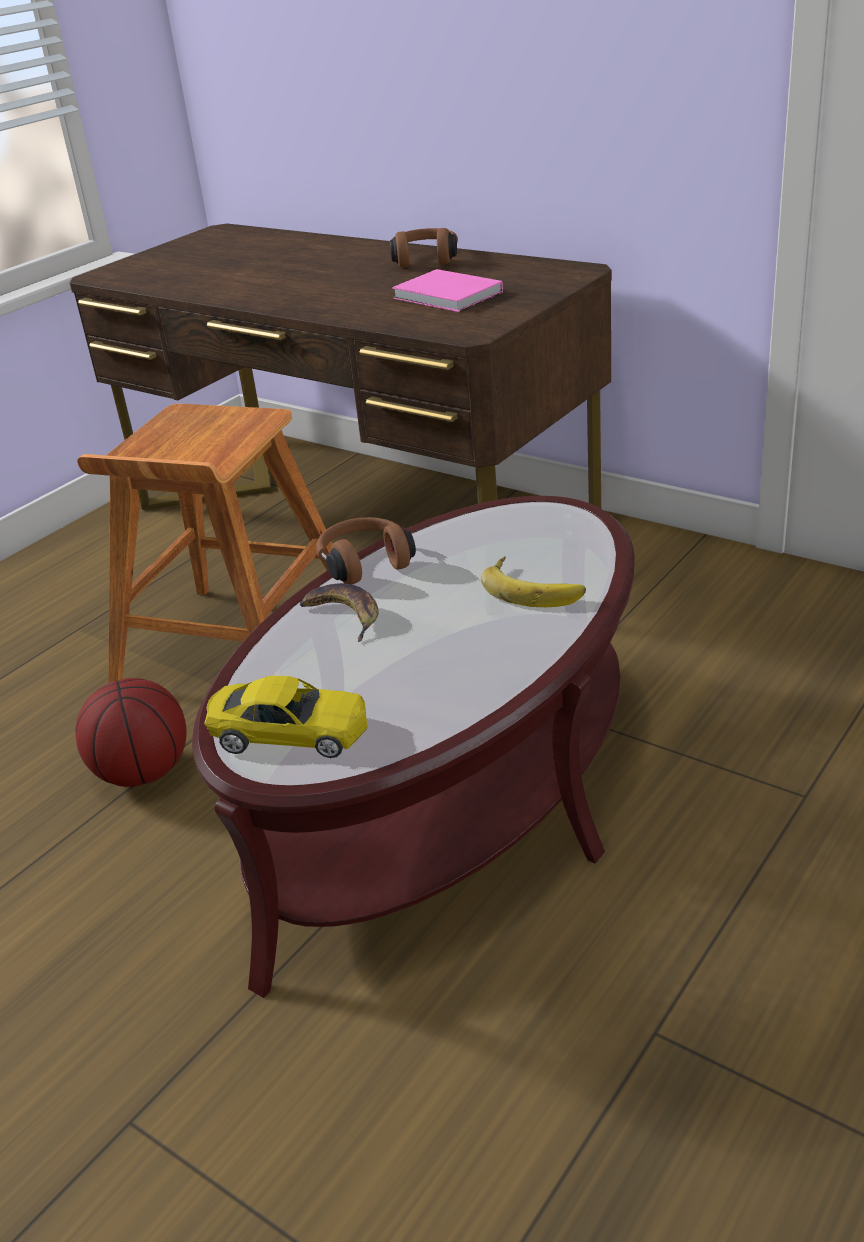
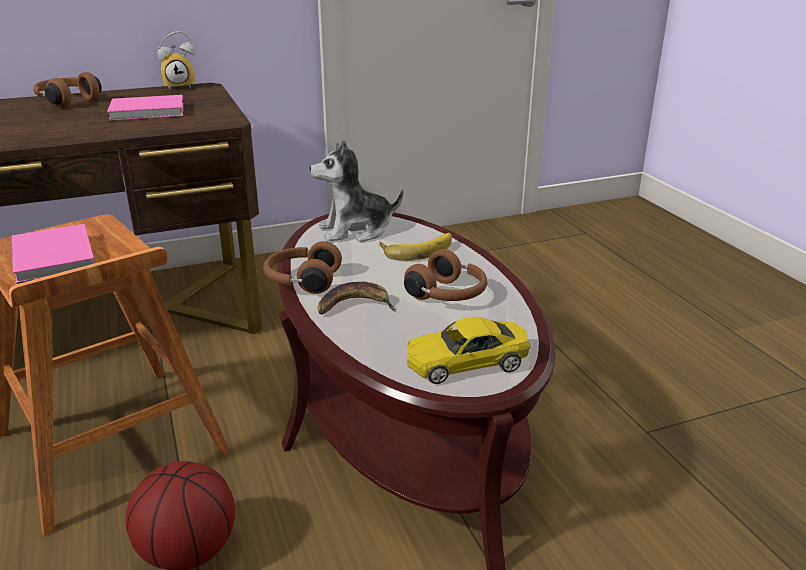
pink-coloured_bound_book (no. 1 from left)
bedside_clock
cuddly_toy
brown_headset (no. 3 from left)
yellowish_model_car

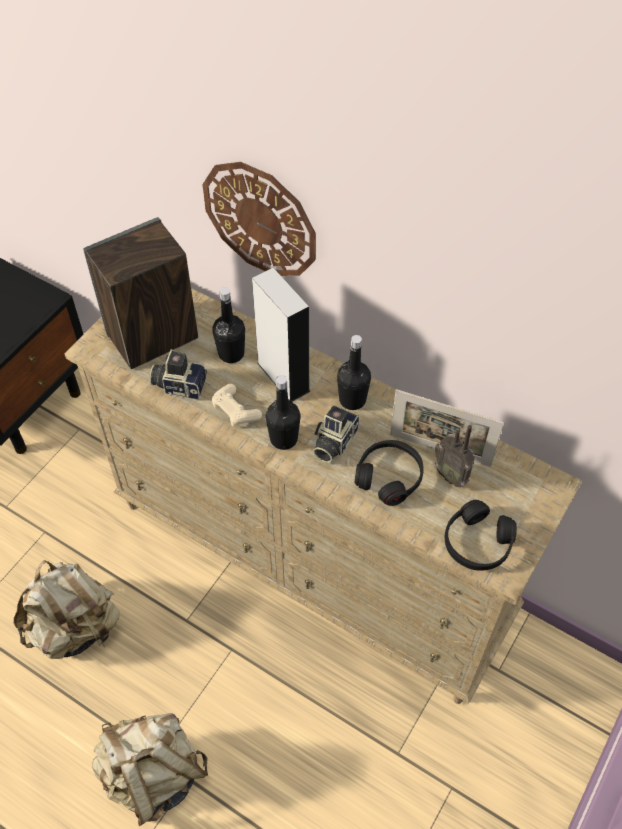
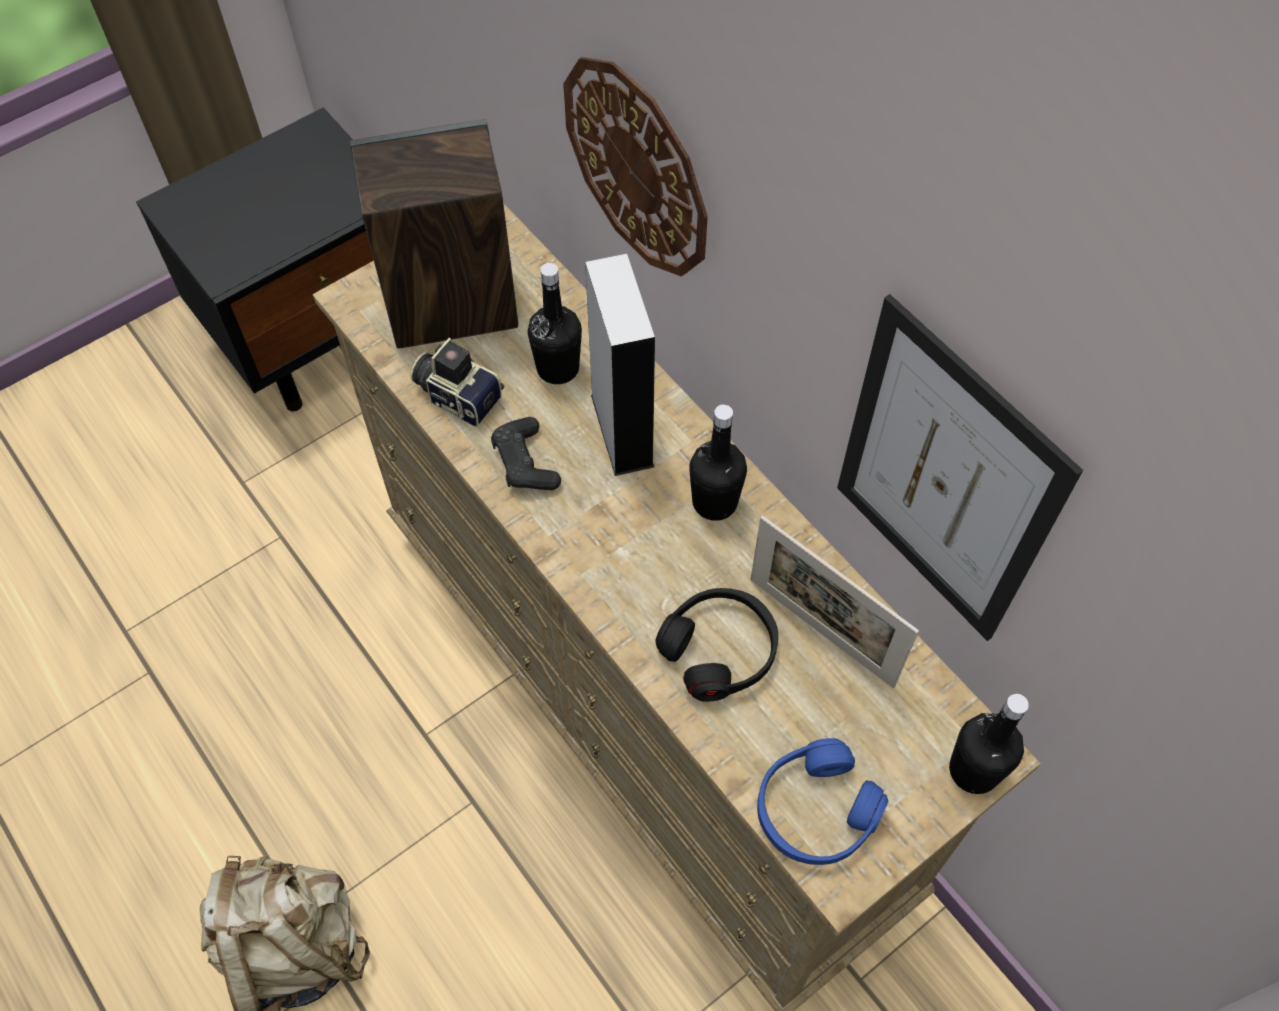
black_joypad
bluish_headset
picture
black_drink_bottle (no. 3 from left)
sand-coloured_backpack (no. 1 from left in the first image)
photo_camera (no. 2 from left in the first image)
radio_receiver

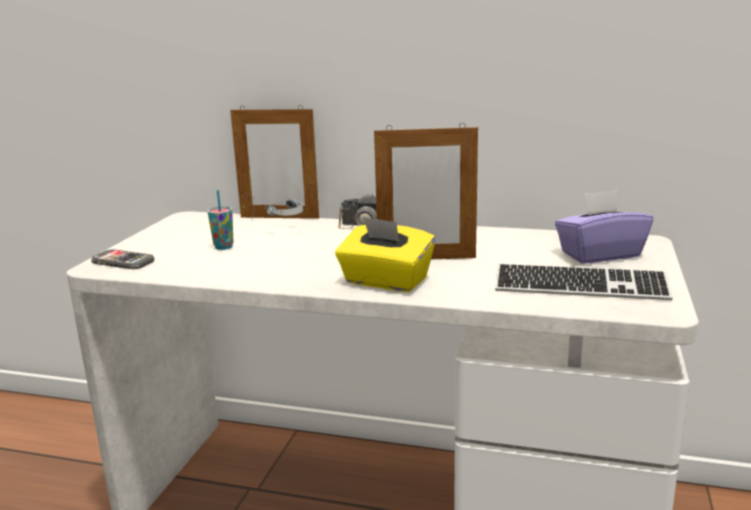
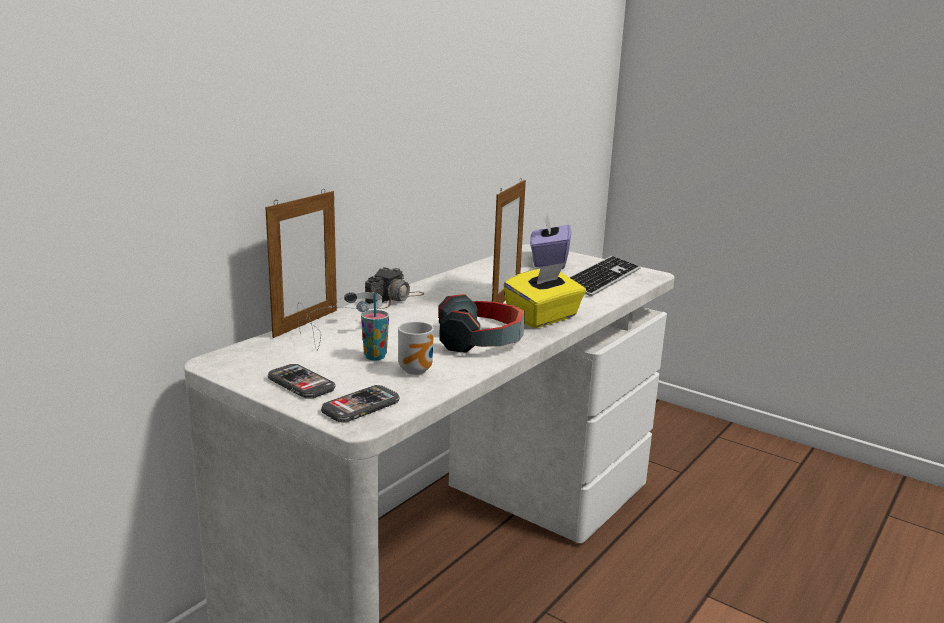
telephone (no. 1 from left)
mug
headset (no. 2 from left)

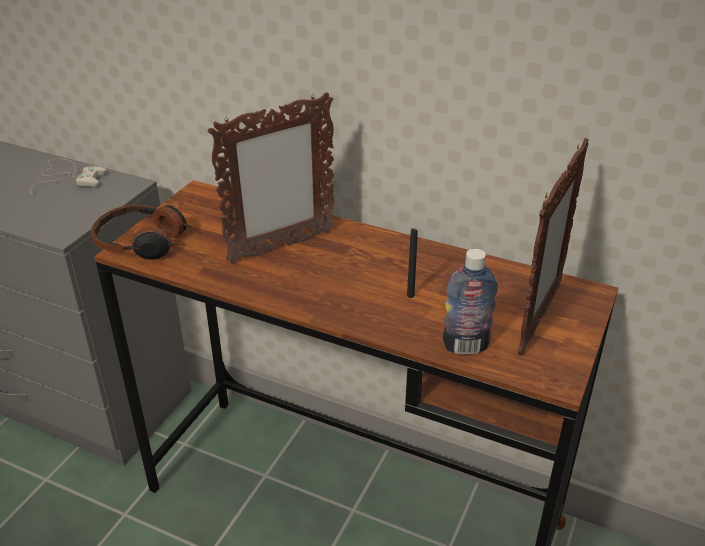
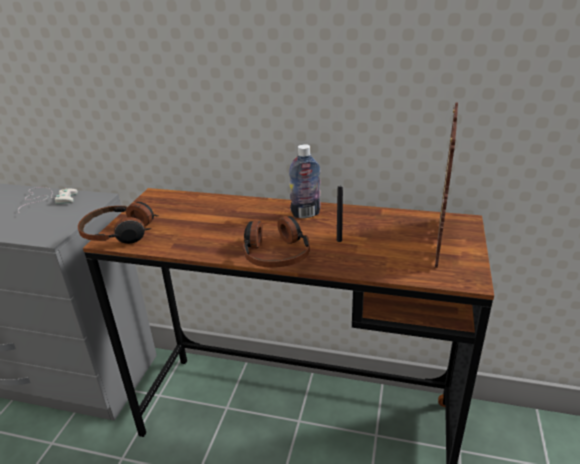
headset (no. 2 from left)
drink_bottle
photo_frame (no. 1 from left in the first image)

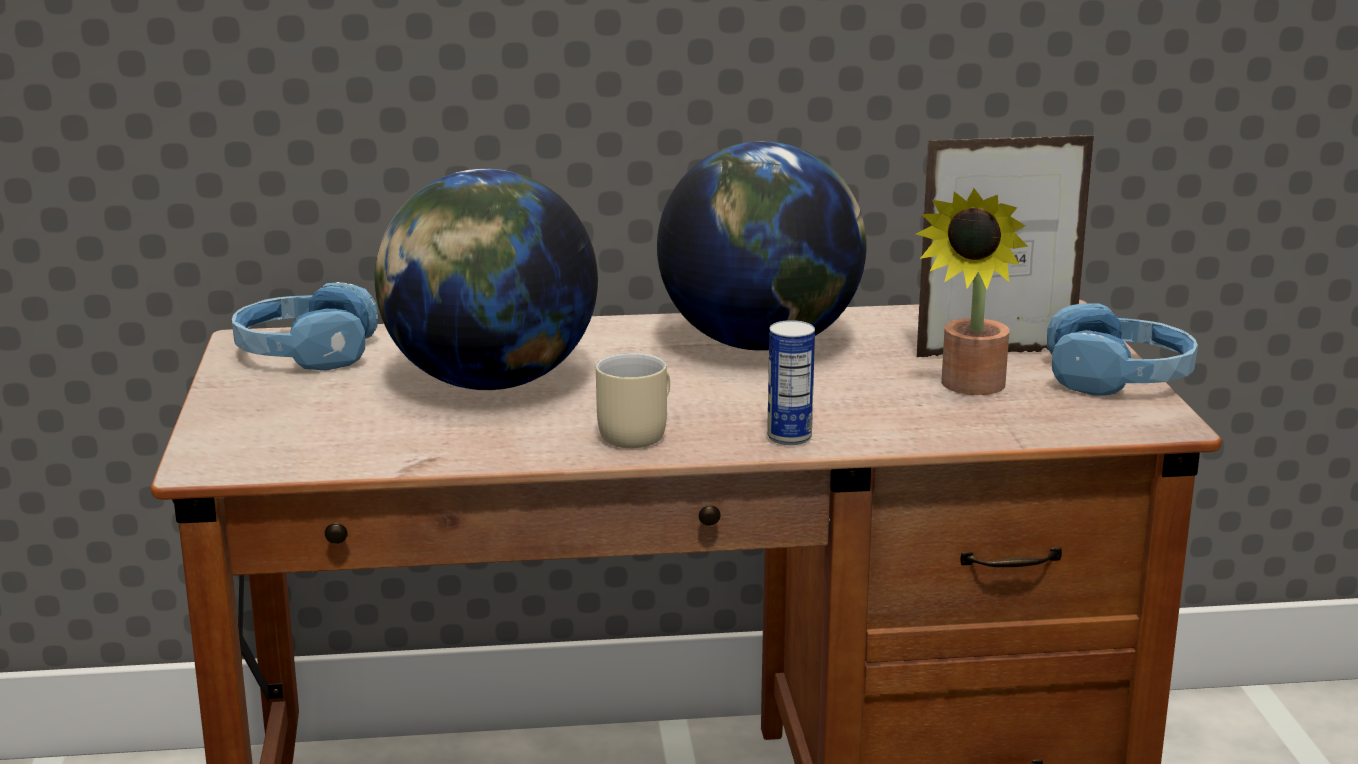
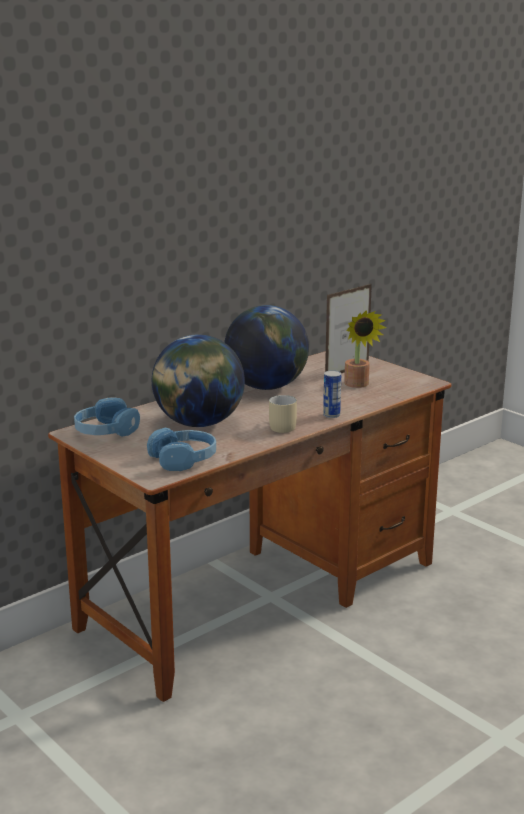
bluish_headset (no. 2 from left)

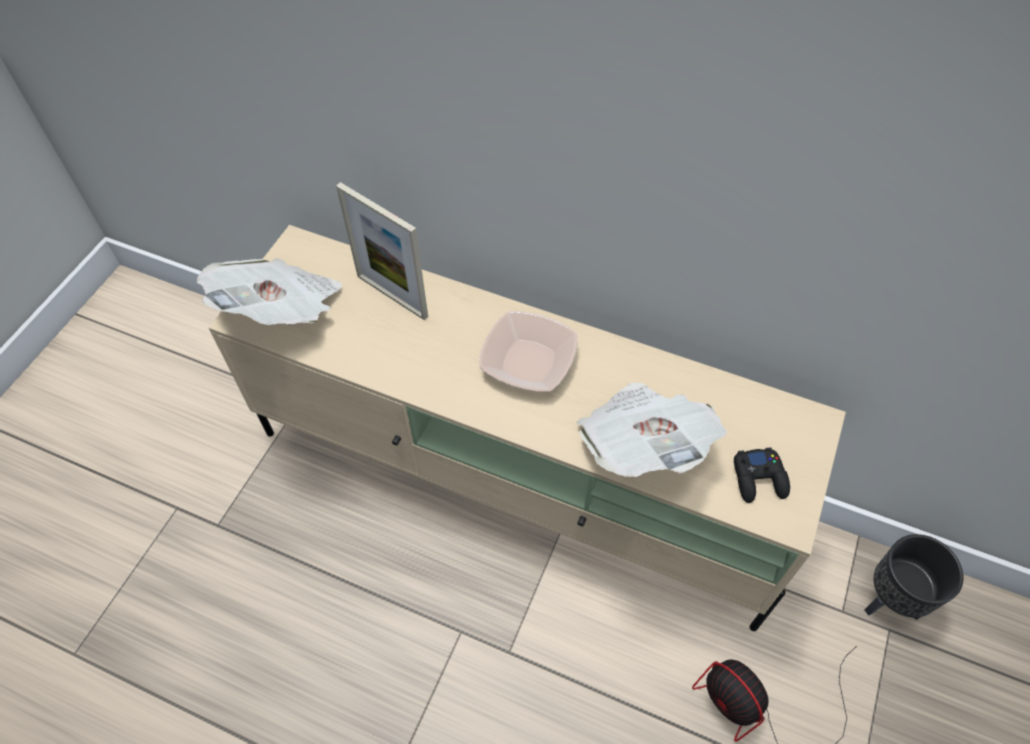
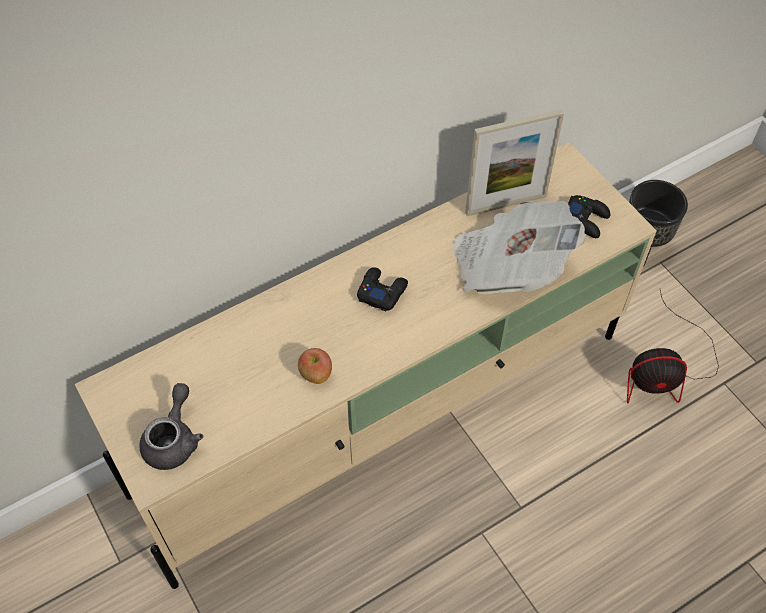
grey_tea_pot
apple
black_joypad (no. 1 from left)
photo_frame

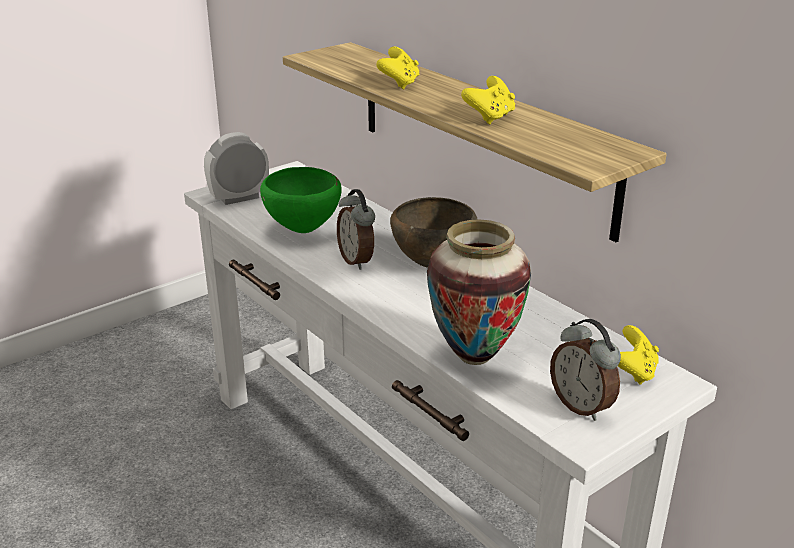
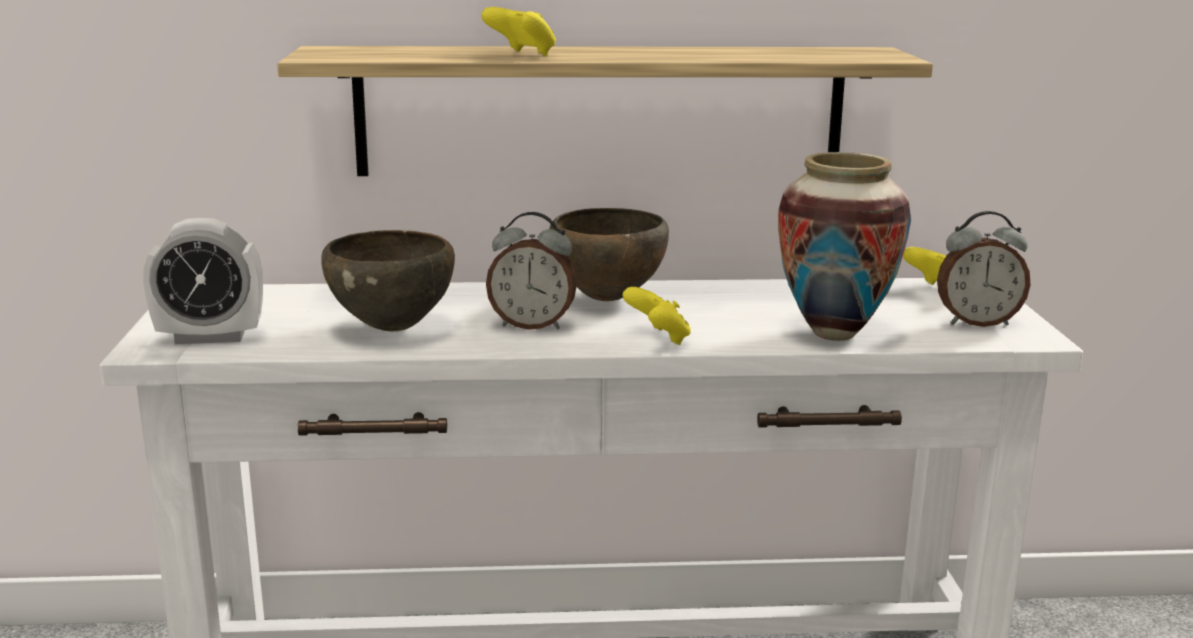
bedside_clock (no. 1 from left)
brown_deep_dish (no. 1 from left)
yellowish_joypad (no. 2 from left)

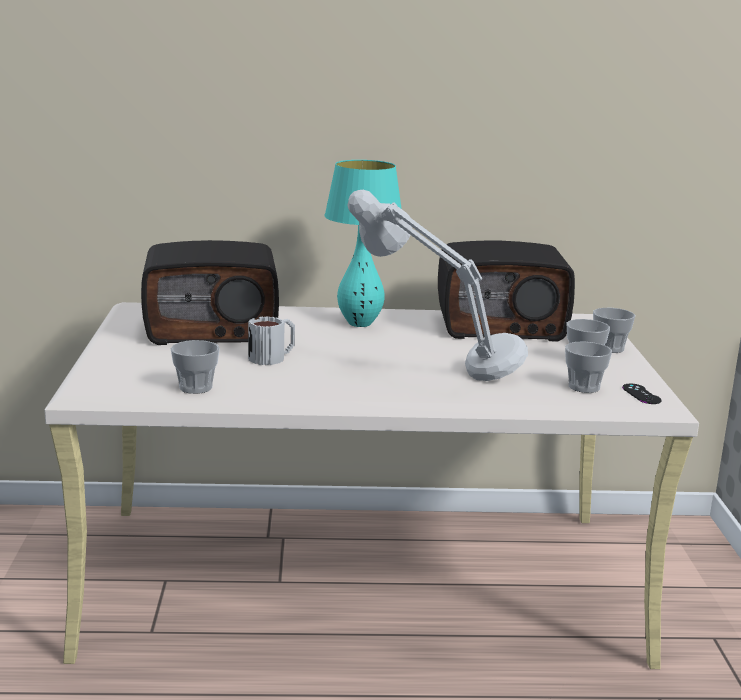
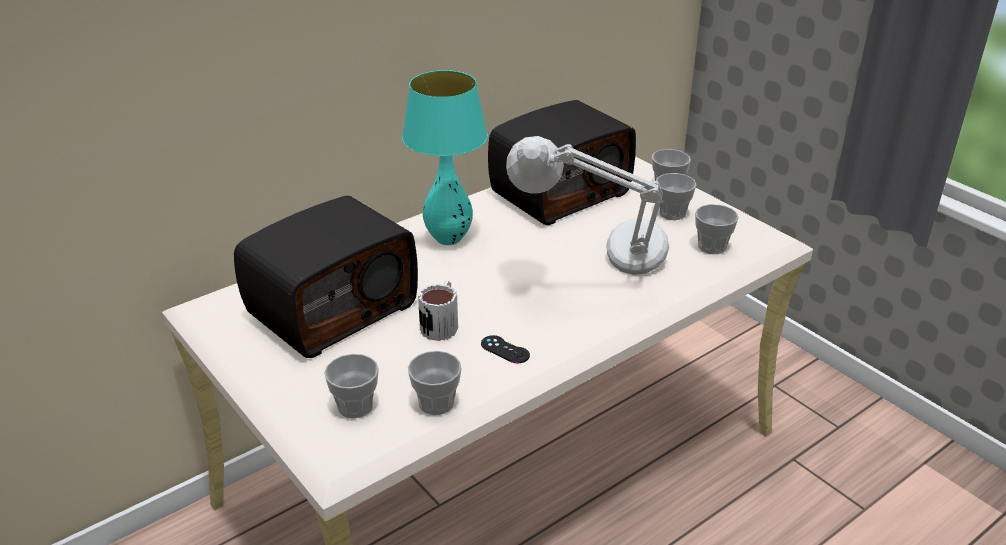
small_cup (no. 1 from left)
black_joypad

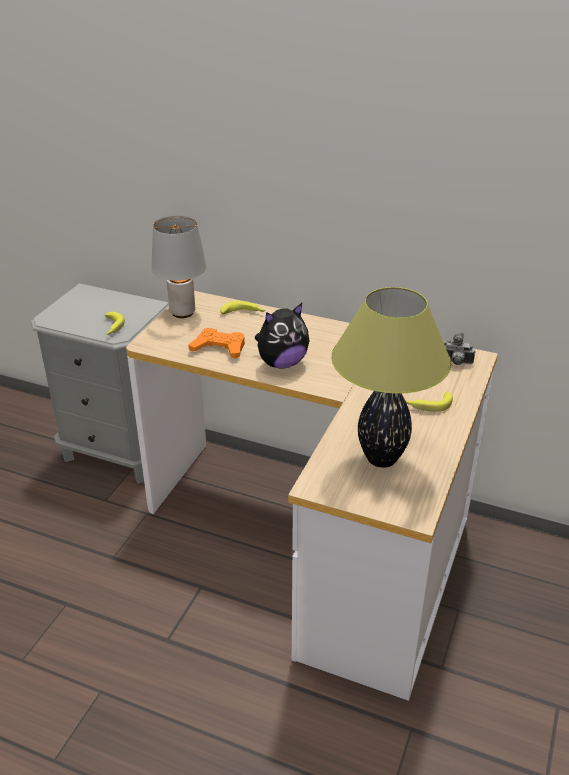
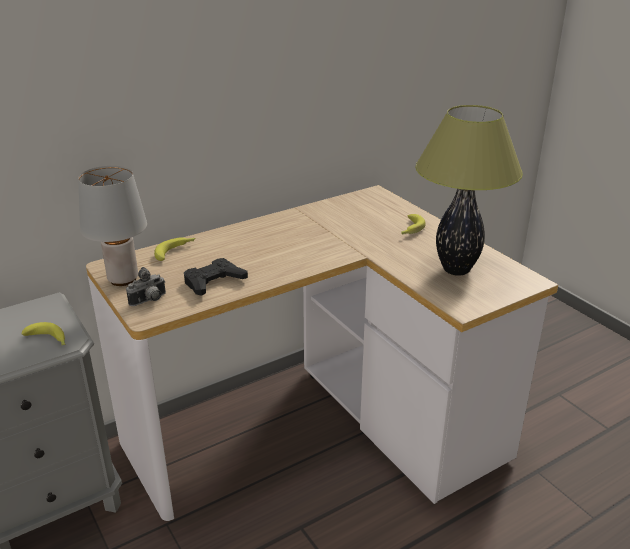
photo_camera
black_joypad
cuddly_toy

